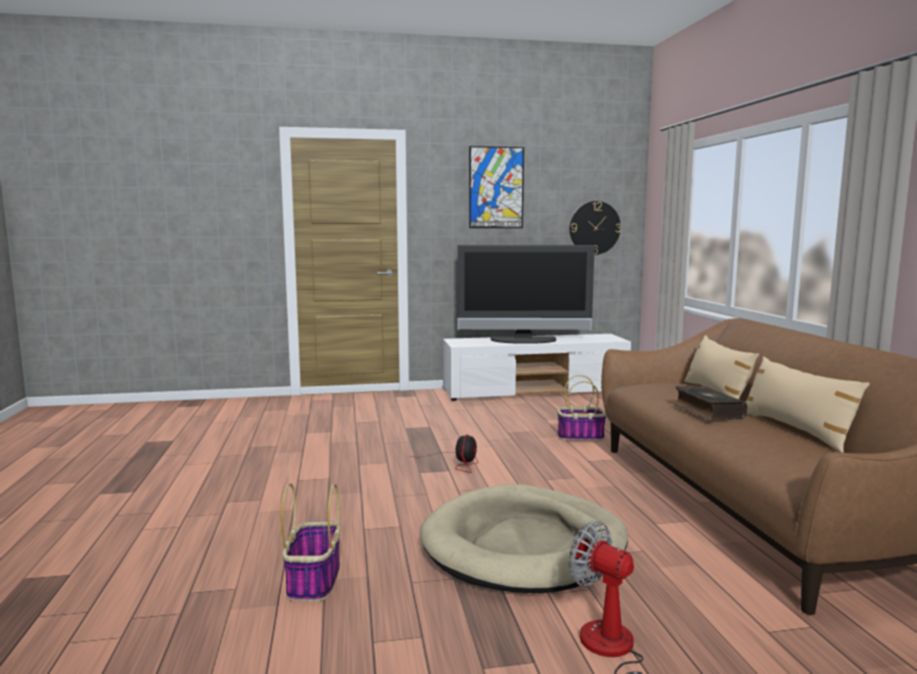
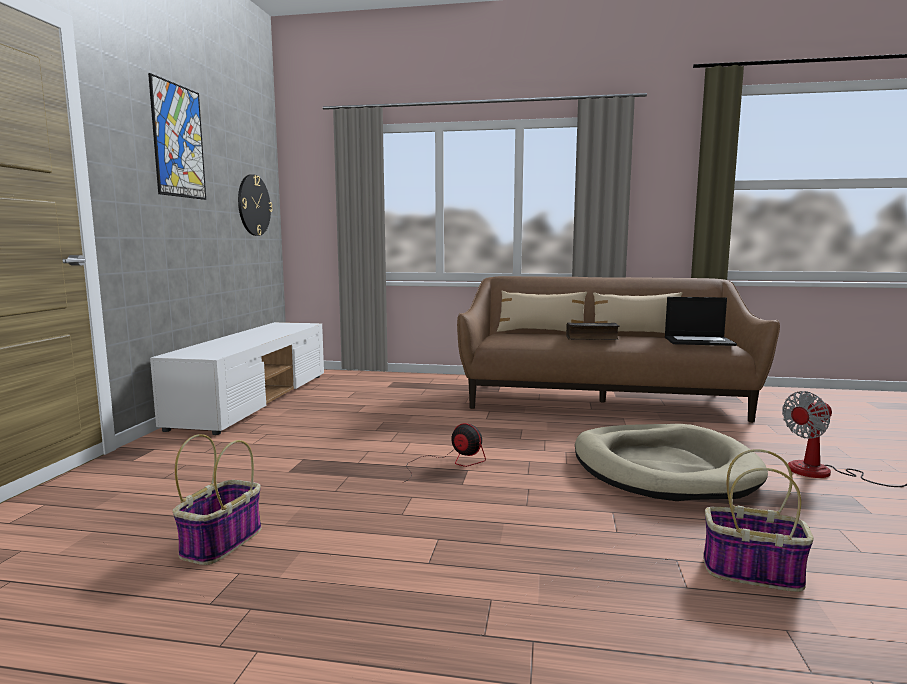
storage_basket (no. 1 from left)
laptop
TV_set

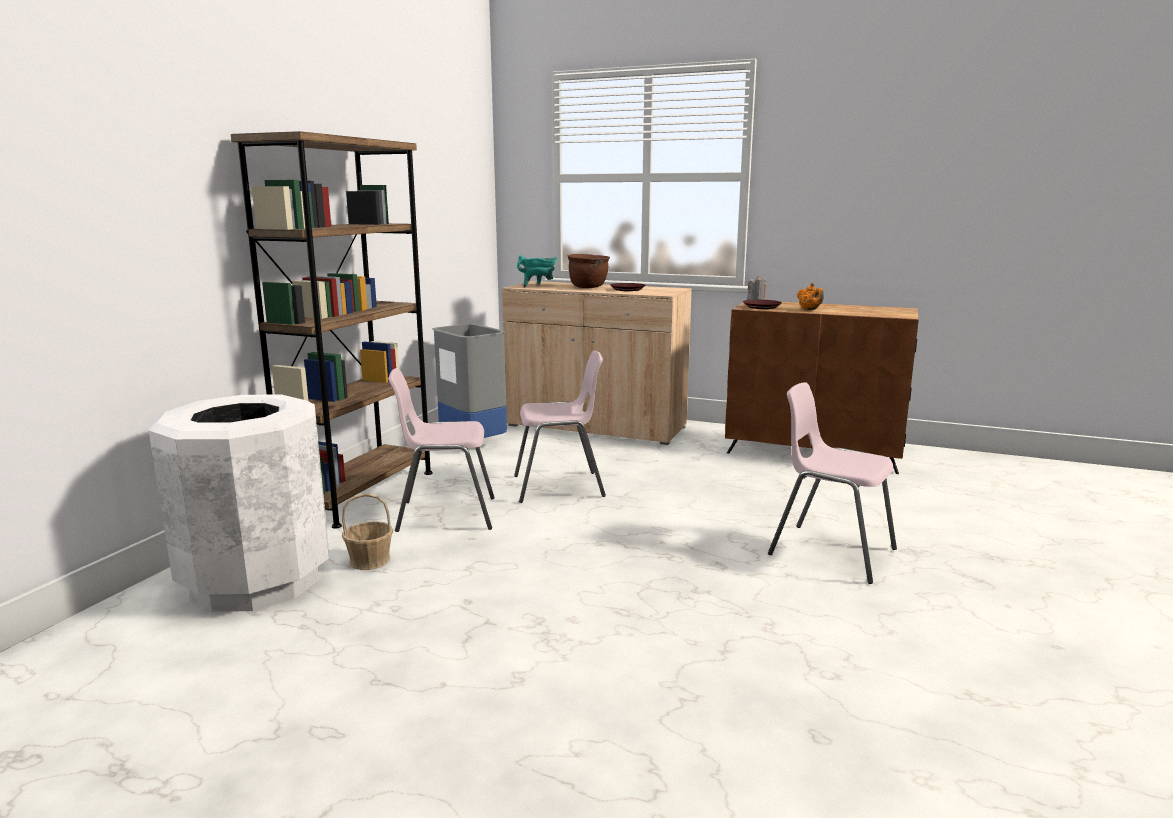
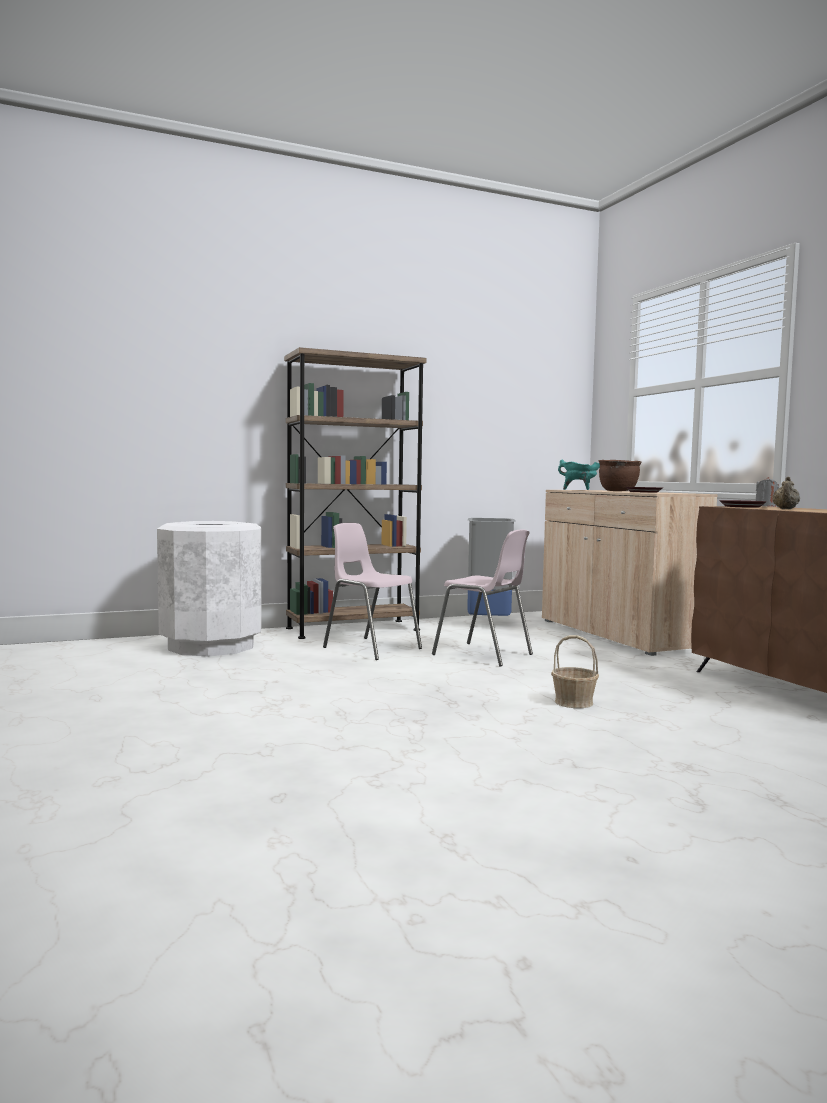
storage_basket
sand-coloured_tea_pot
pink-coloured_upright_chair (no. 3 from left in the first image)

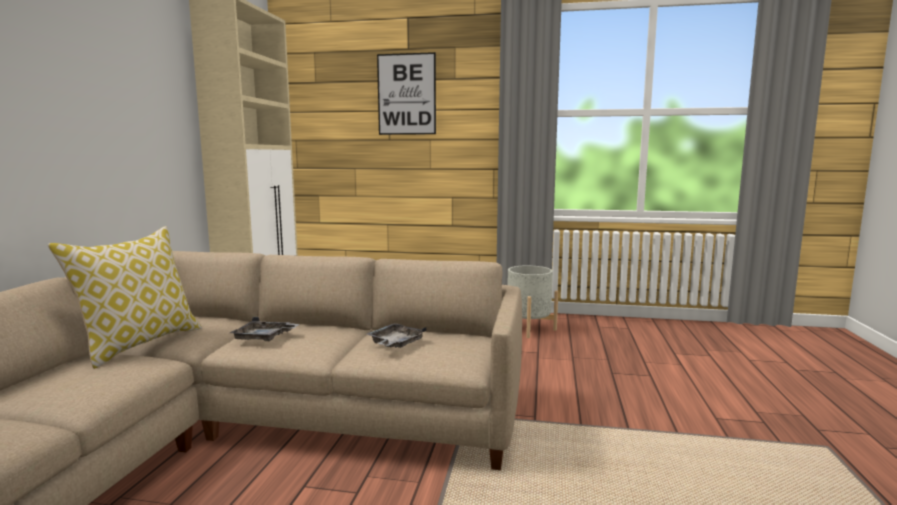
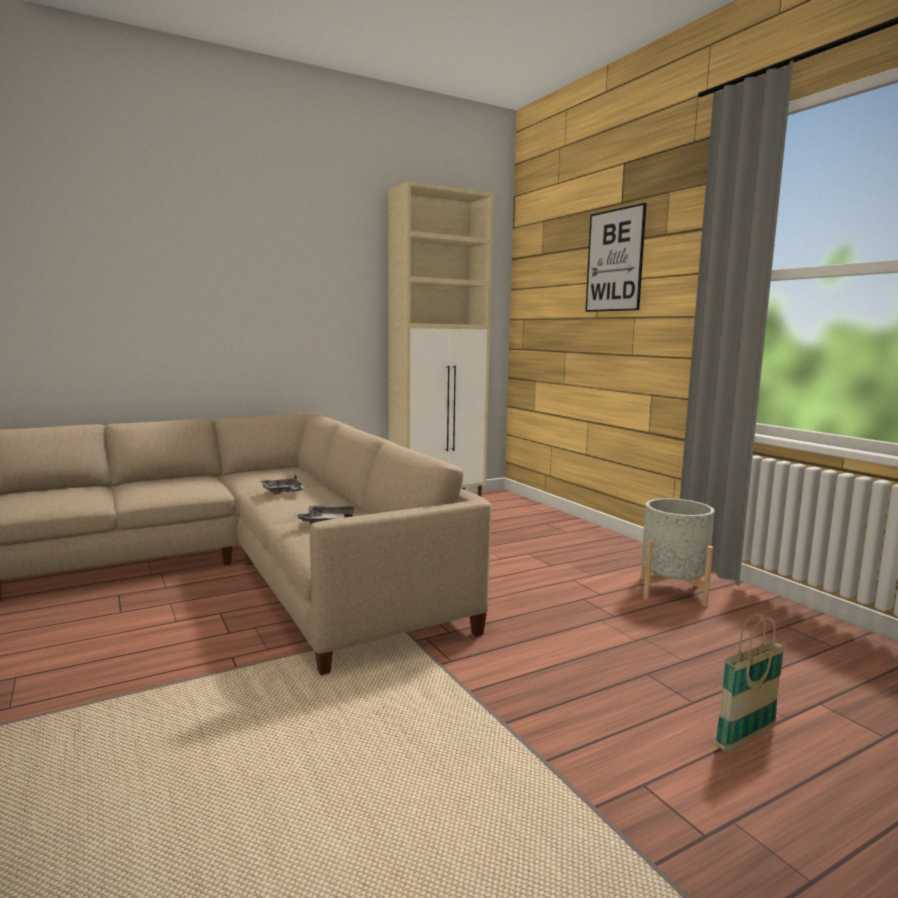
storage_basket
cushion

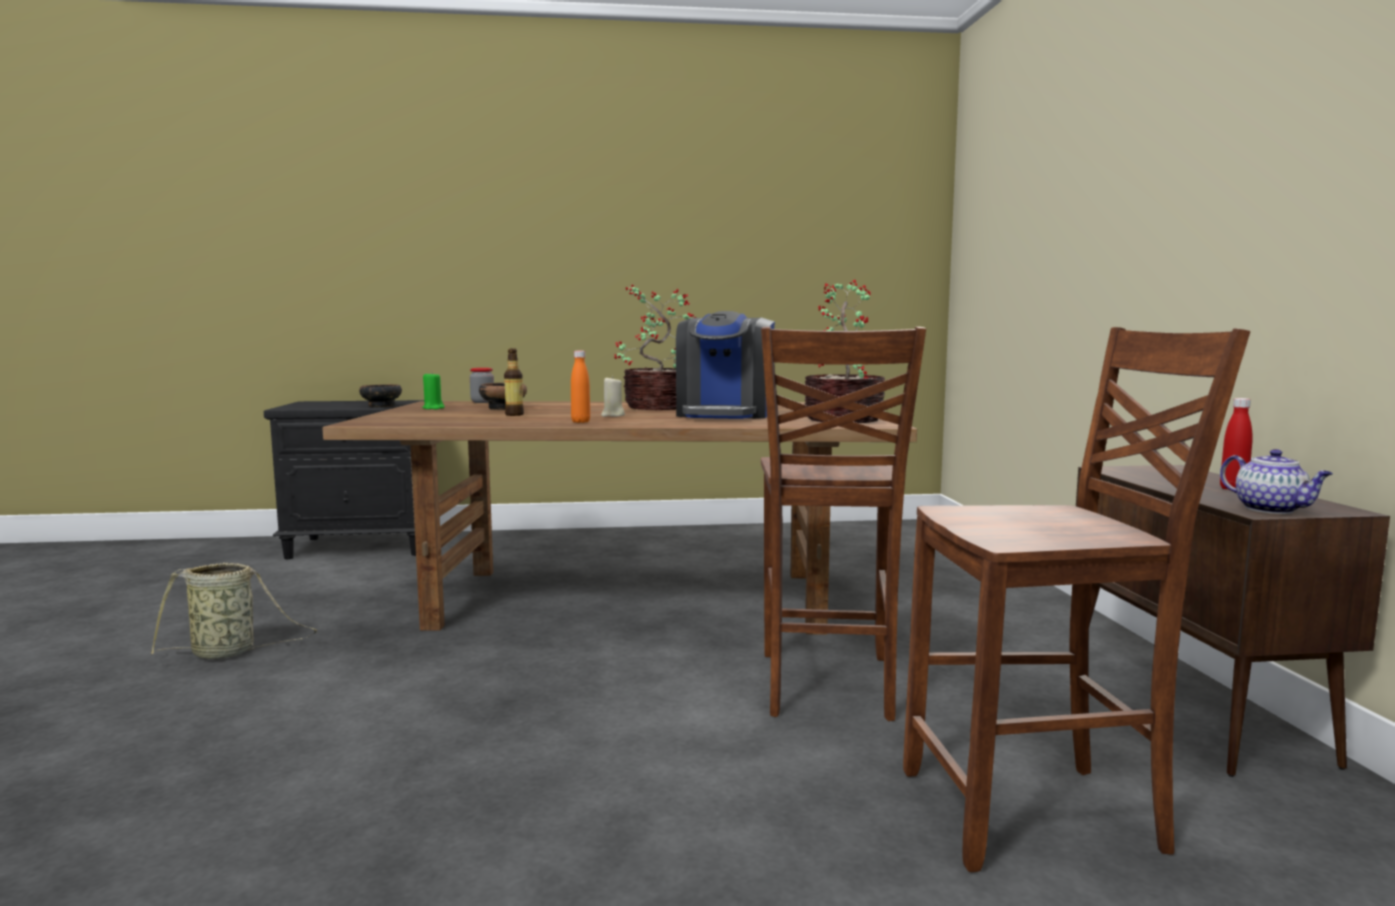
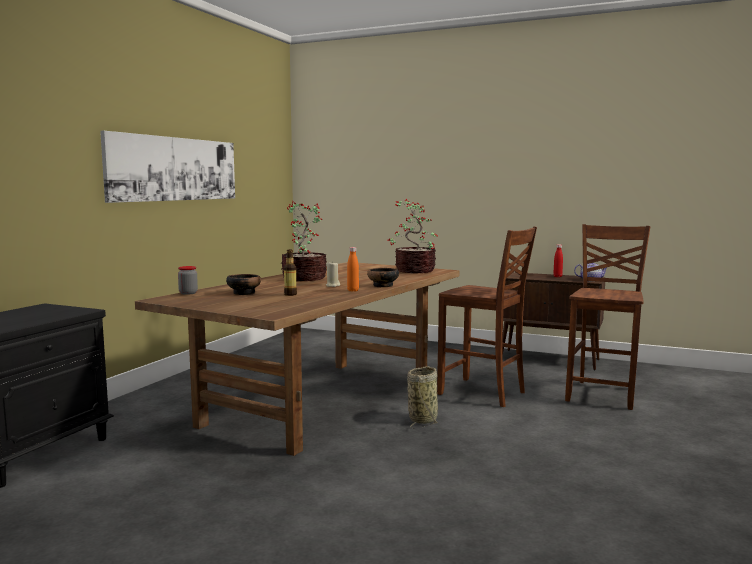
picture
deep_dish (no. 2 from left)
storage_basket
greenish_candle
coffee_machine

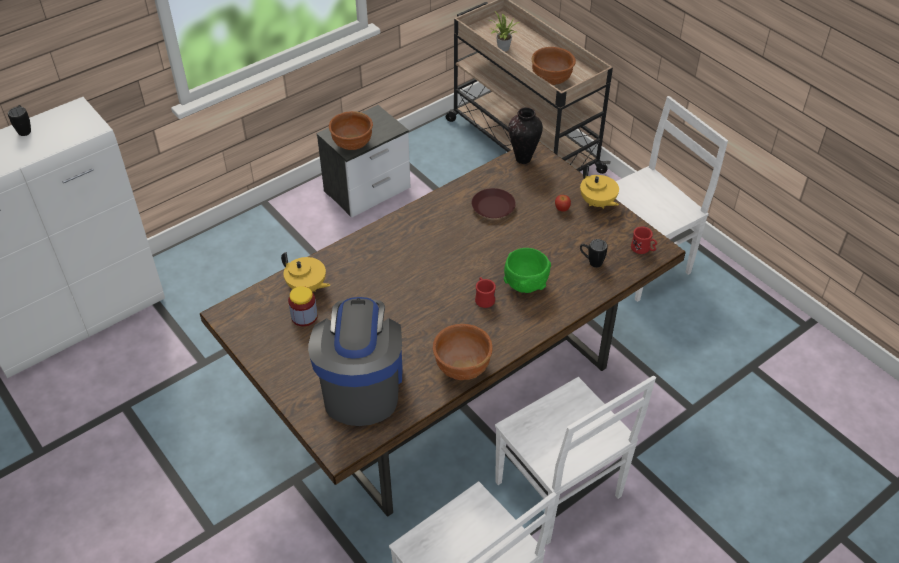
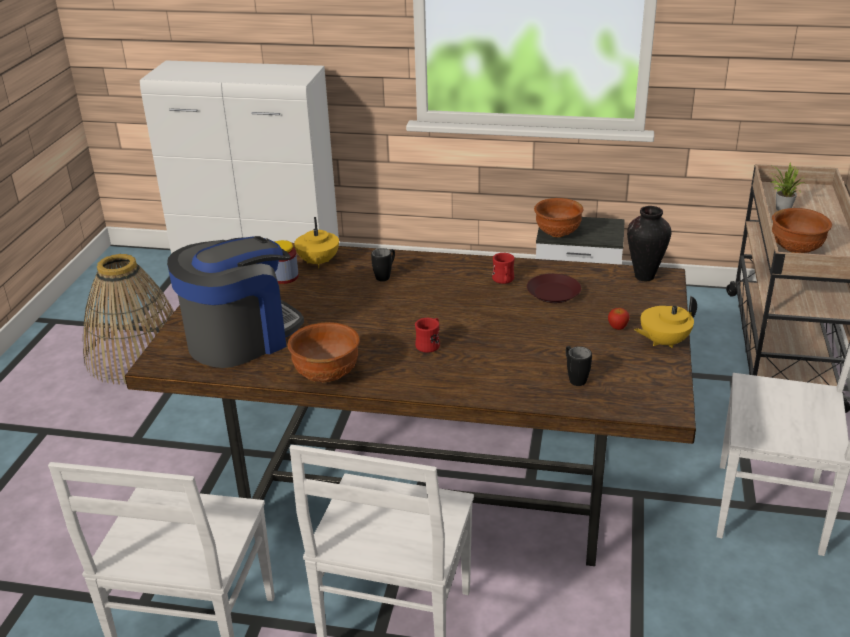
storage_basket
black_mug (no. 1 from left)
red-coloured_mug (no. 2 from left)
yellowish_tea_pot (no. 2 from left)
greenish_deep_dish

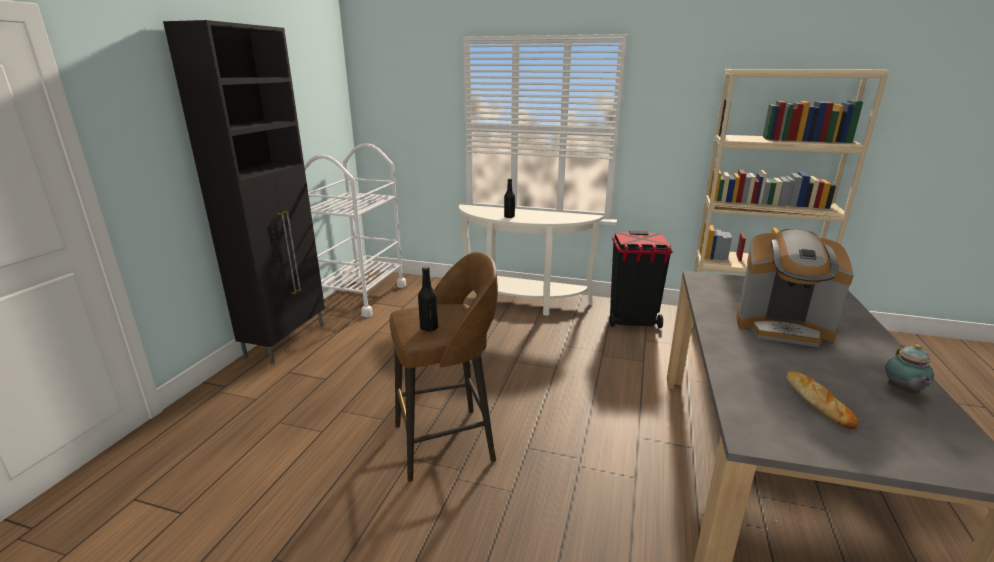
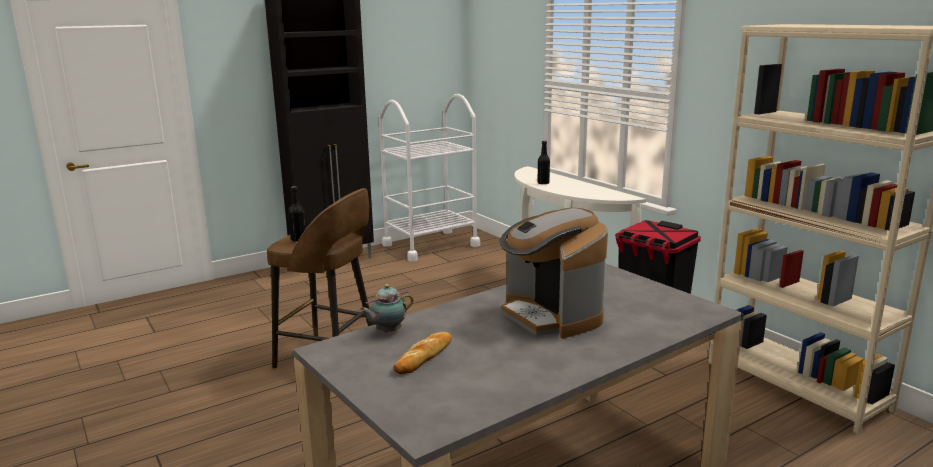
tea_pot

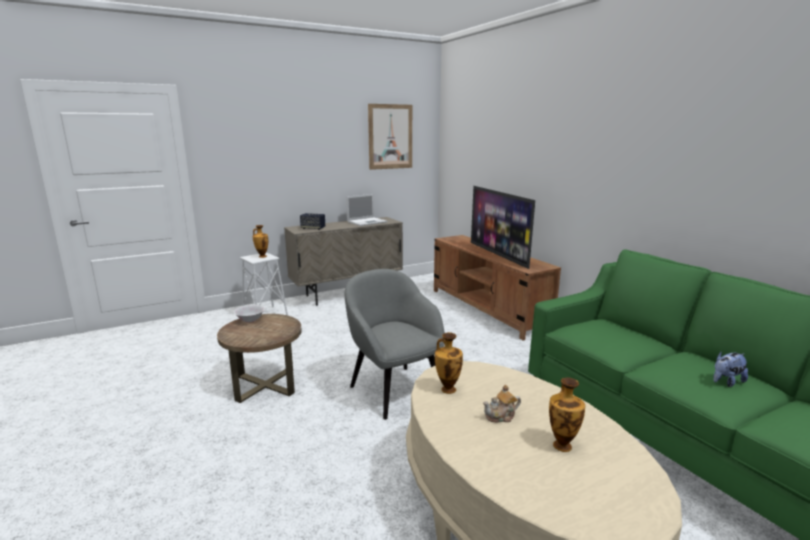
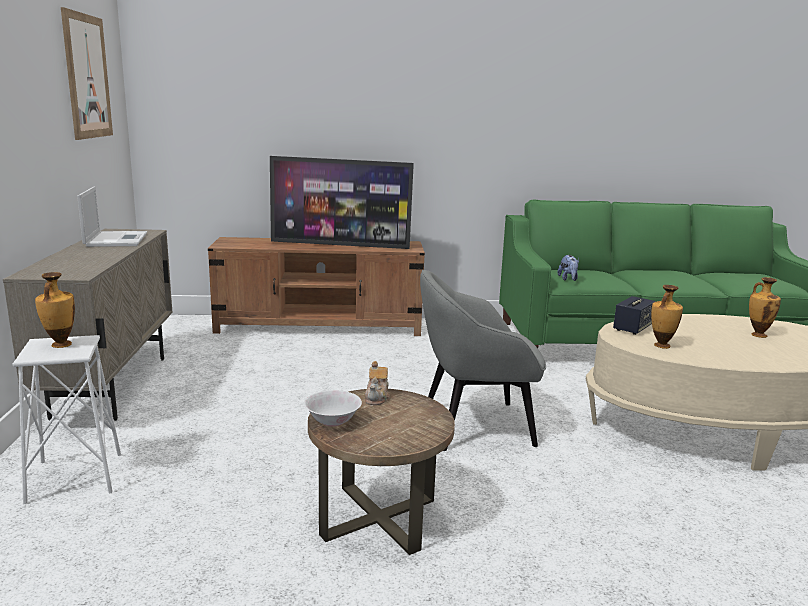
tea_pot
cuddly_toy
loudspeaker

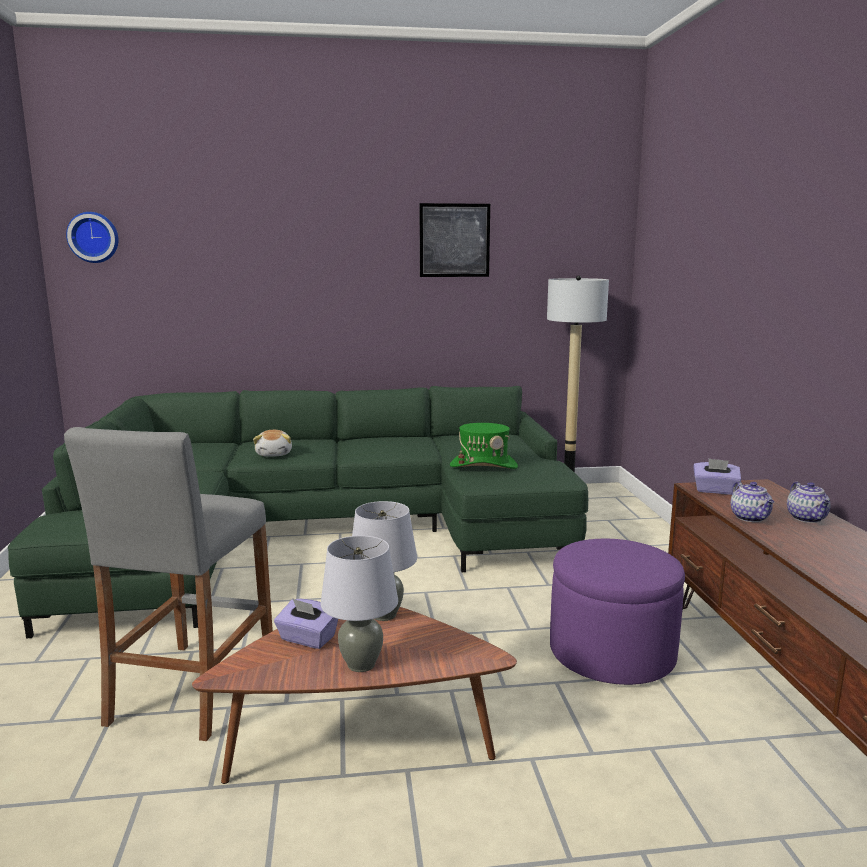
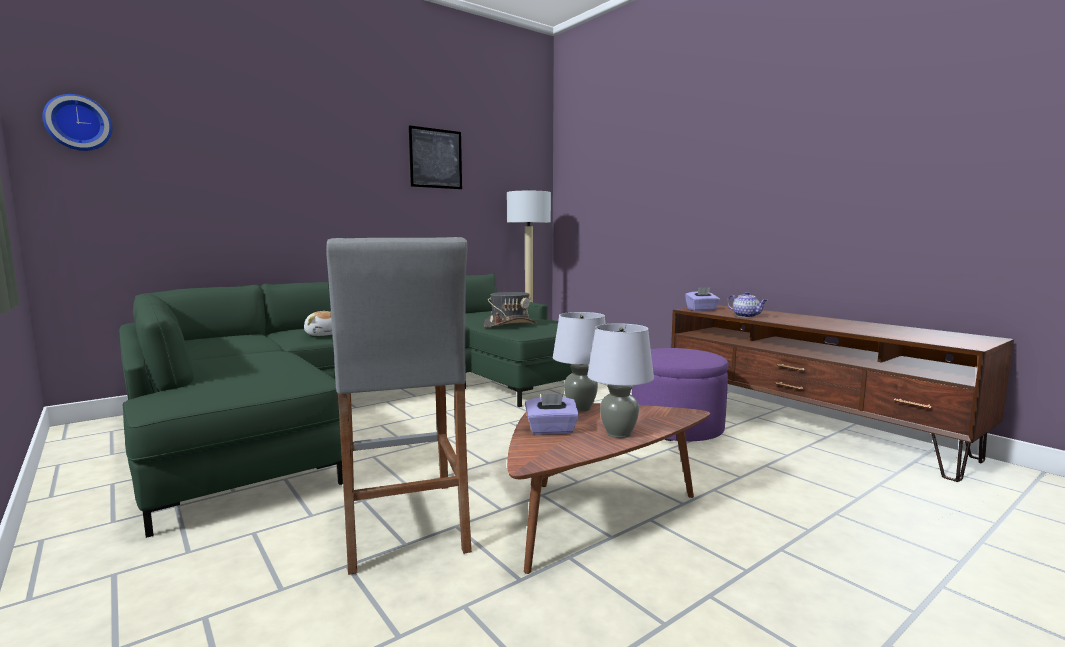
grey_wearable_hat
tea_pot (no. 2 from left in the first image)

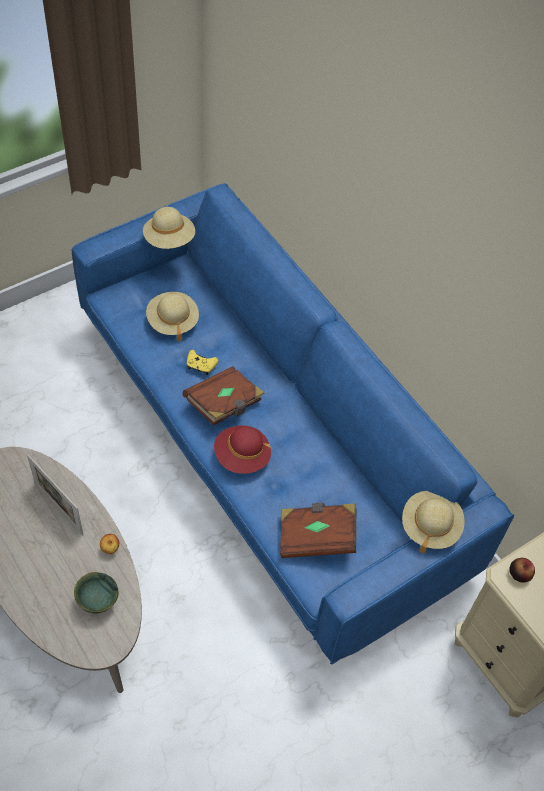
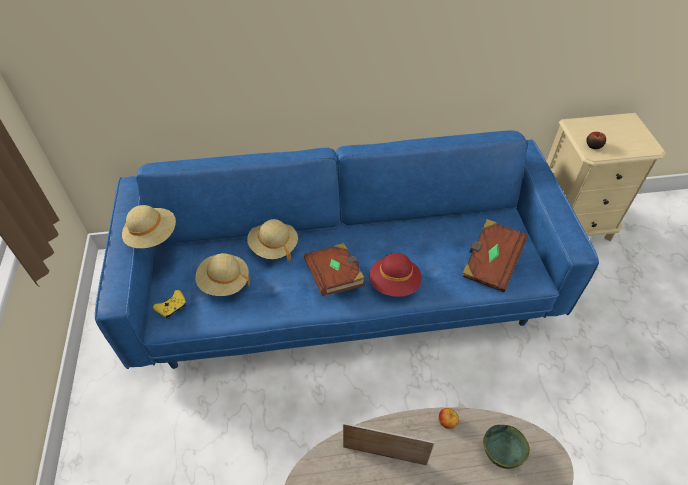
yellowish_joypad
sand-coloured_wearable_hat (no. 3 from left)
photo_frame

